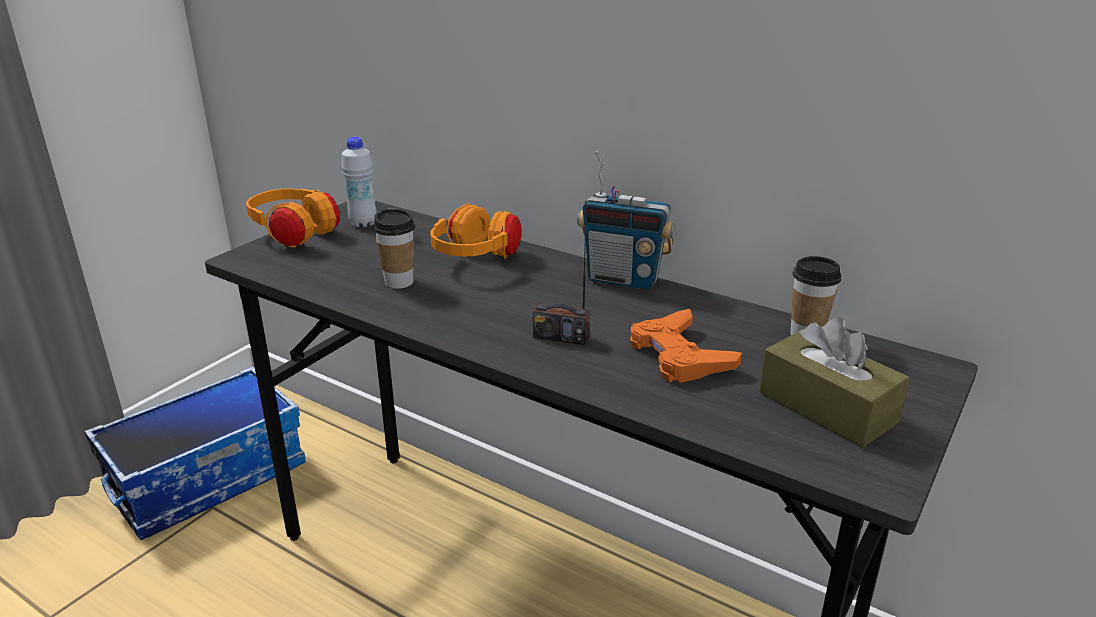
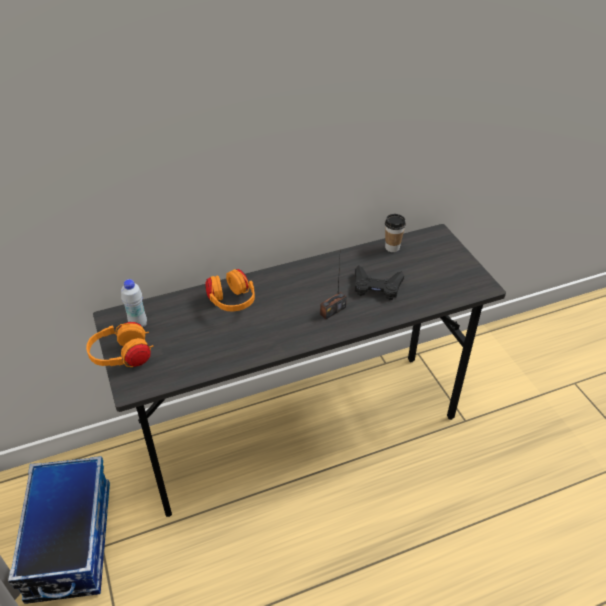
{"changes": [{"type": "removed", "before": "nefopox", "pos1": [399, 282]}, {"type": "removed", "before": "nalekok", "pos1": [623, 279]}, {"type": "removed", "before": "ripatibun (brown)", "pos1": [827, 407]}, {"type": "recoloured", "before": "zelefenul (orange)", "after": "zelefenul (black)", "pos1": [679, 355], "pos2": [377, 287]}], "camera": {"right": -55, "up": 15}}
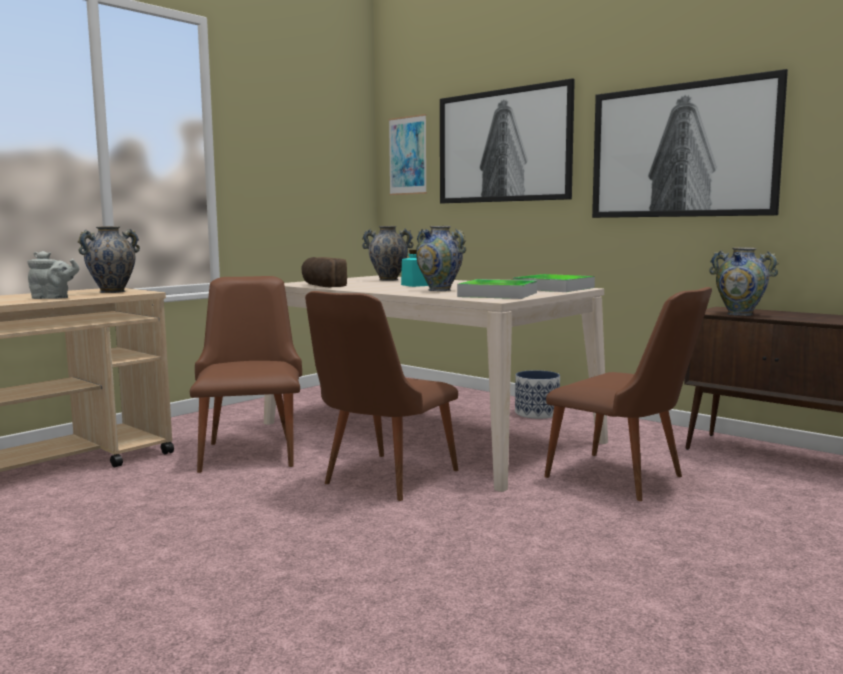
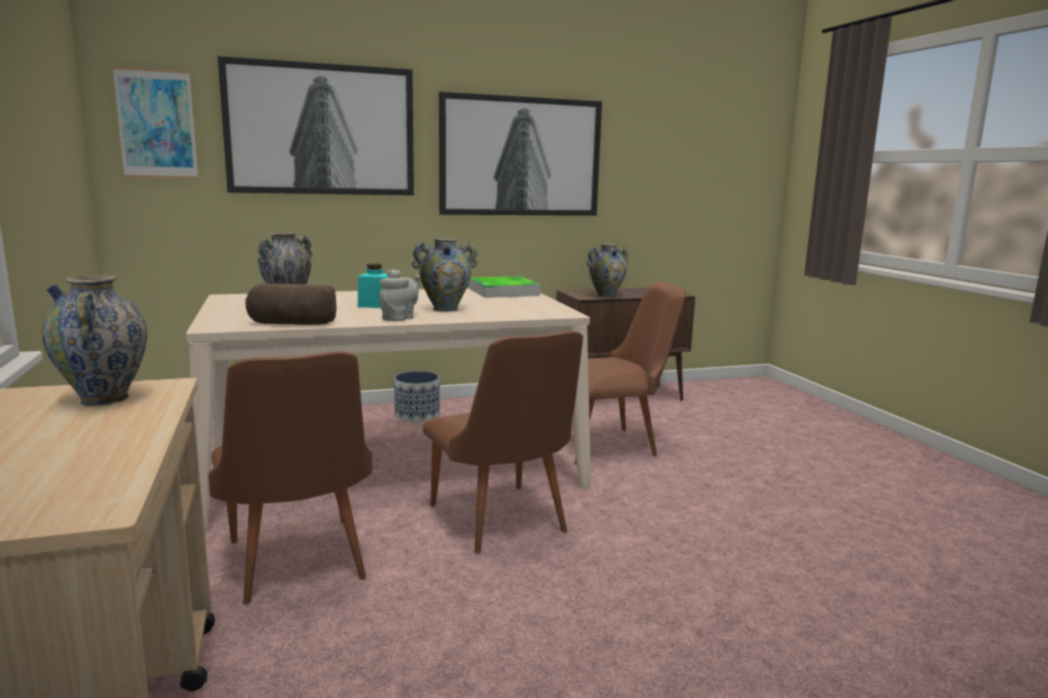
{"changes": [{"type": "removed", "before": "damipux", "pos1": [498, 294]}, {"type": "moved", "before": "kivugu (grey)", "pos1": [53, 298], "pos2": [400, 318]}, {"type": "turned", "before": "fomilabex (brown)", "pos1": [251, 450], "pos2": [297, 568], "turn": -135}], "camera": {"right": -60, "up": 5}}
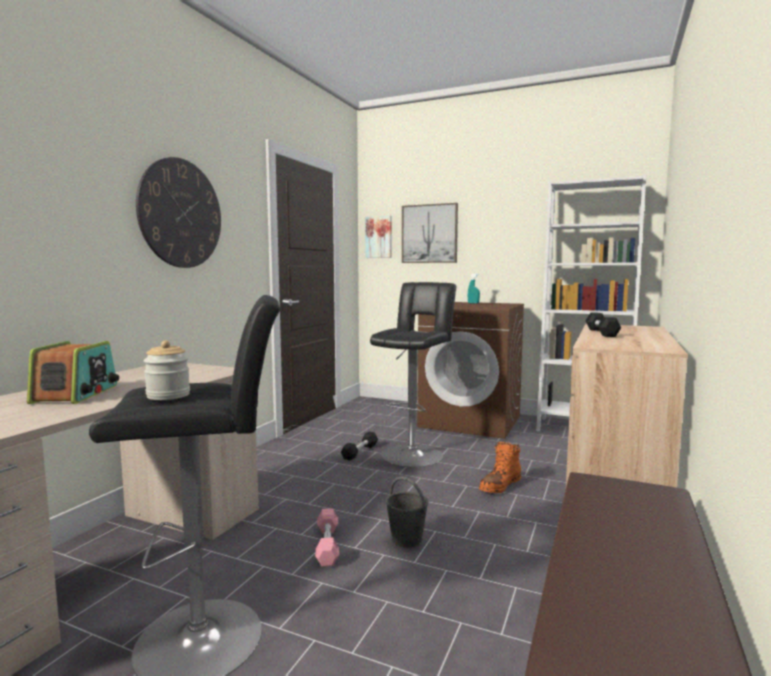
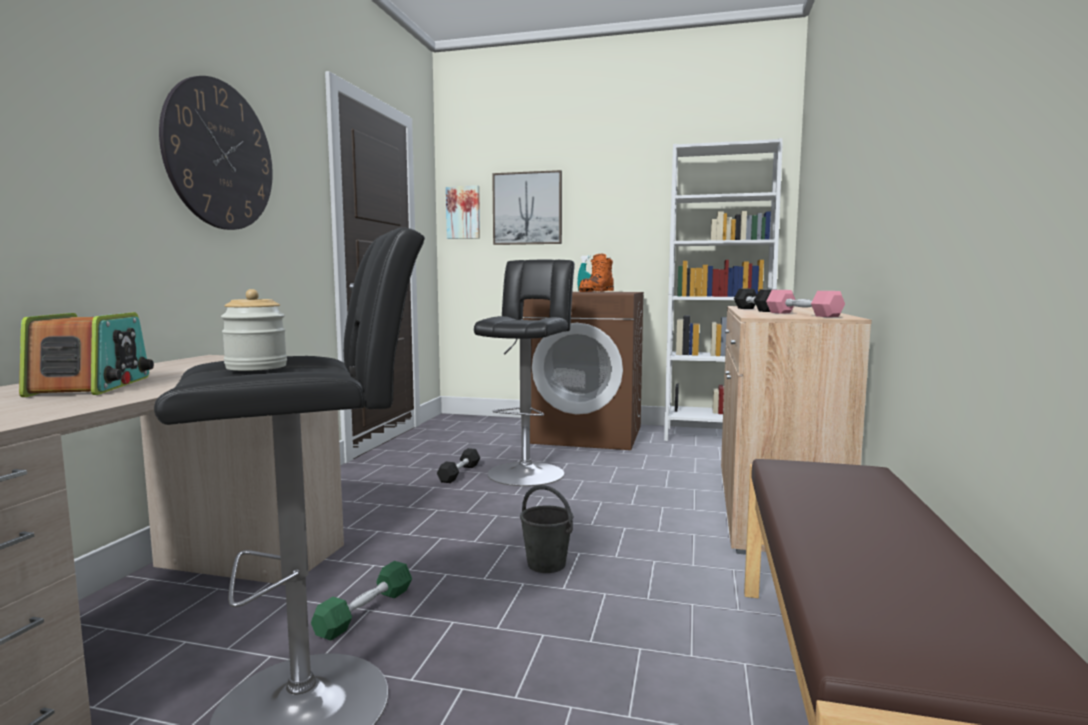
{"changes": [{"type": "added", "after": "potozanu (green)", "pos2": [365, 611]}, {"type": "moved", "before": "potozanu (pink)", "pos1": [327, 545], "pos2": [802, 314]}, {"type": "moved", "before": "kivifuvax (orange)", "pos1": [500, 486], "pos2": [596, 292]}], "camera": {"right": -10, "up": 0}}
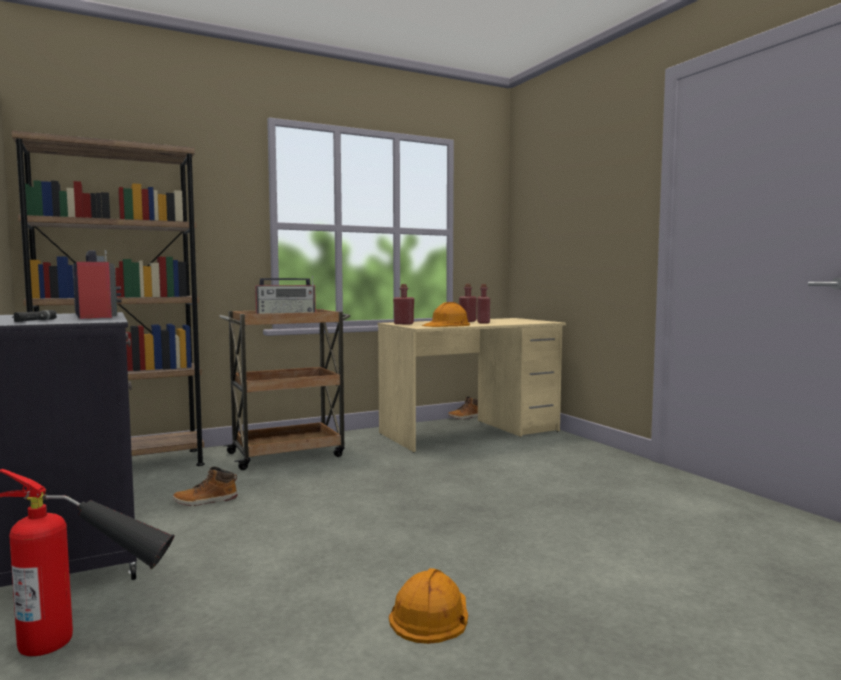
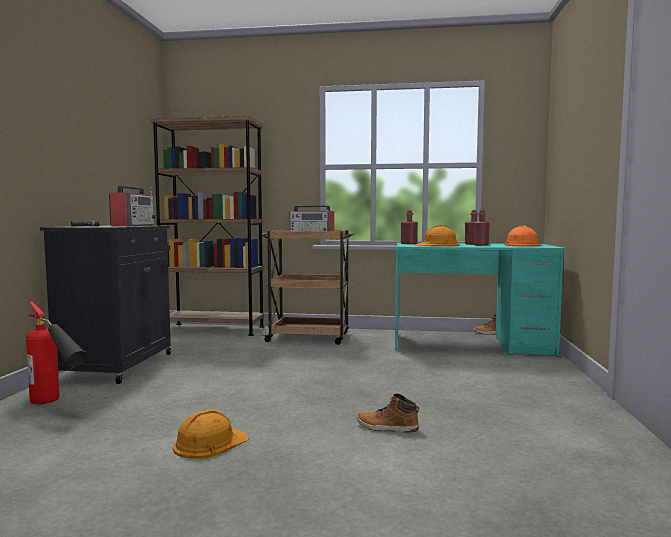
{"changes": [{"type": "added", "after": "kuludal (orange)", "pos2": [520, 245]}, {"type": "moved", "before": "kivifuvax", "pos1": [205, 501], "pos2": [387, 427]}, {"type": "recoloured", "before": "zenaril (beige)", "after": "zenaril (turquoise)", "pos1": [470, 432], "pos2": [470, 344]}], "camera": {"right": 35, "up": 0}}
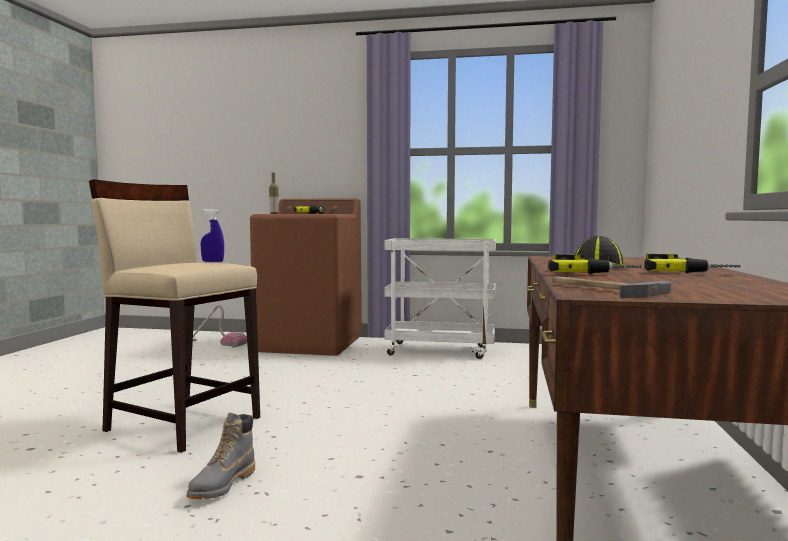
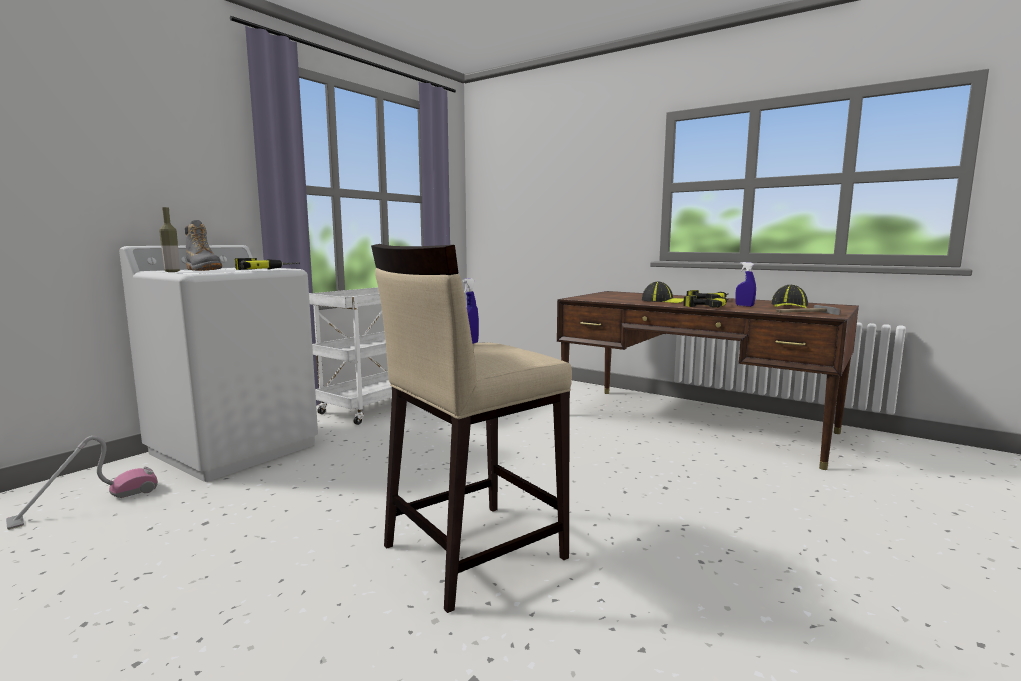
{"changes": [{"type": "added", "after": "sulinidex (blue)", "pos2": [744, 306]}, {"type": "added", "after": "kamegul", "pos2": [789, 306]}, {"type": "moved", "before": "kivifuvax (grey)", "pos1": [222, 485], "pos2": [203, 270]}, {"type": "recoloured", "before": "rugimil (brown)", "after": "rugimil (white)", "pos1": [310, 344], "pos2": [235, 448]}], "camera": {"right": -65, "up": 5}}
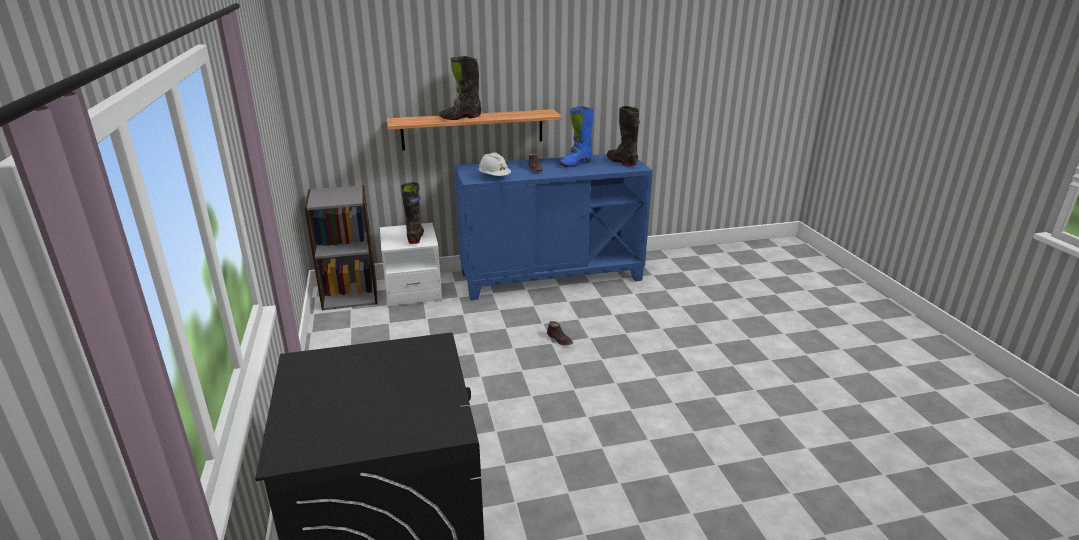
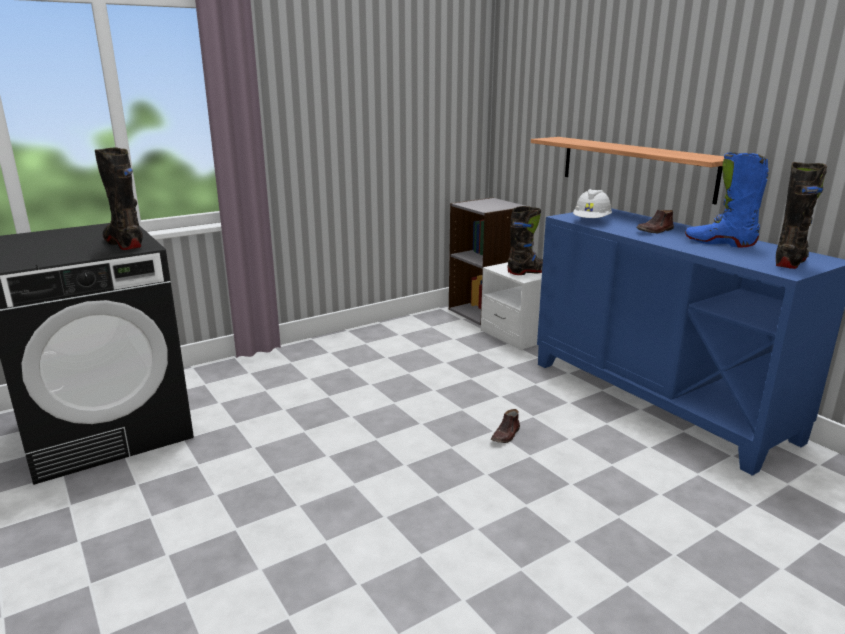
{"changes": [{"type": "moved", "before": "kivifuvax (black)", "pos1": [460, 118], "pos2": [124, 244]}], "camera": {"right": 70, "up": -5}}
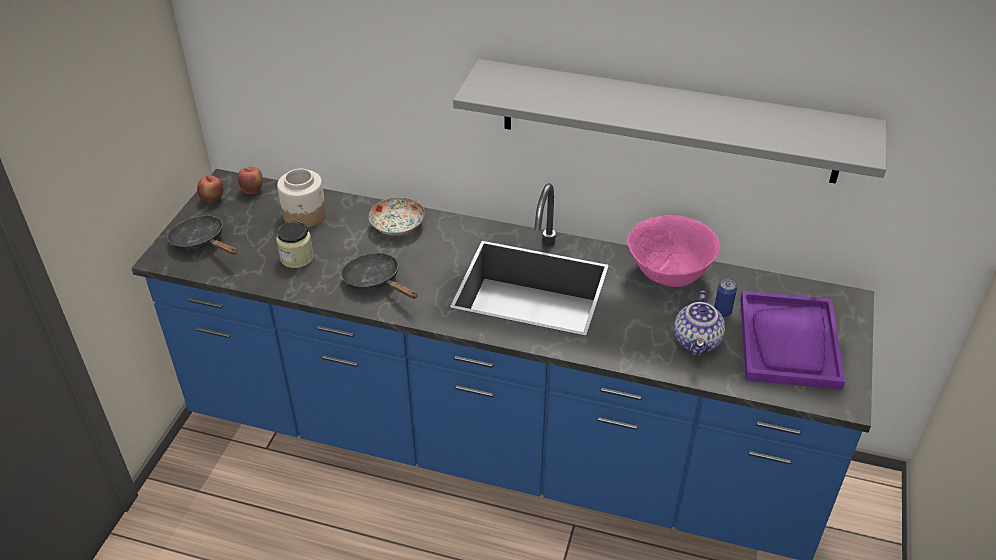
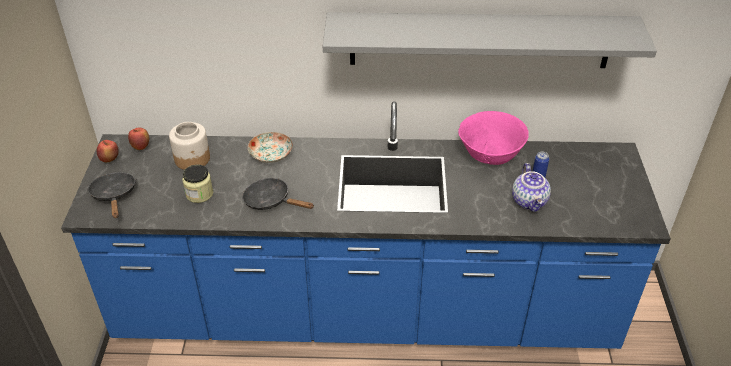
{"changes": [{"type": "removed", "before": "damipux (purple)", "pos1": [789, 342]}, {"type": "turned", "before": "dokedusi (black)", "pos1": [202, 242], "pos2": [114, 195], "turn": 45}], "camera": {"right": -15, "up": 0}}
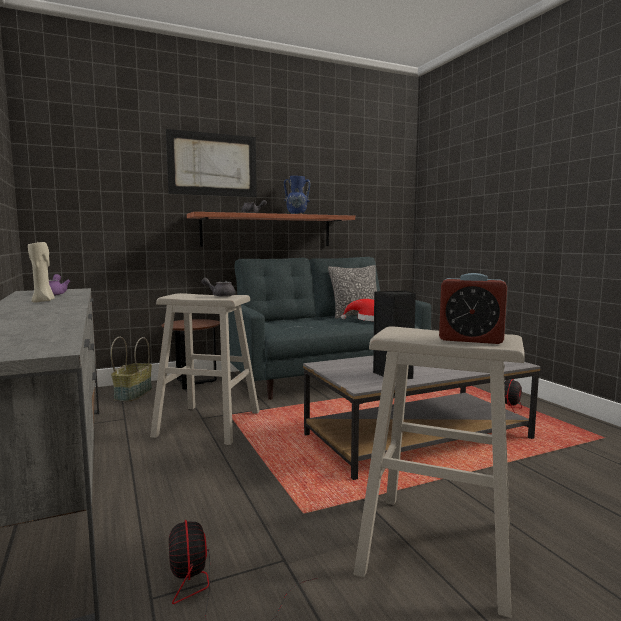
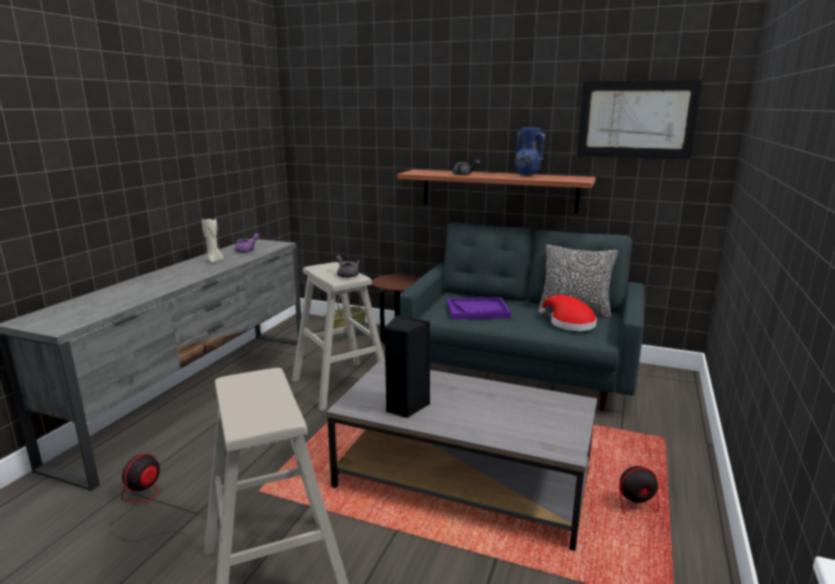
{"changes": [{"type": "removed", "before": "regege", "pos1": [470, 339]}, {"type": "added", "after": "damipux (purple)", "pos2": [477, 310]}, {"type": "moved", "before": "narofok", "pos1": [213, 164], "pos2": [636, 119]}], "camera": {"right": 45, "up": 10}}
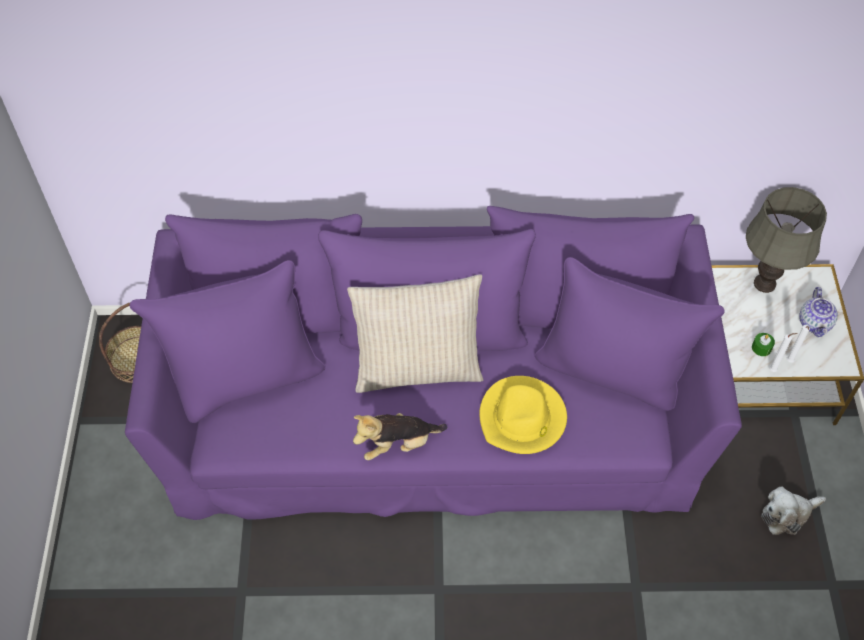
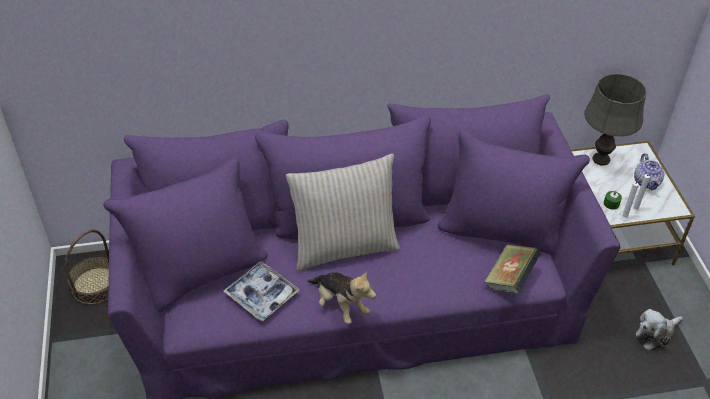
{"changes": [{"type": "removed", "before": "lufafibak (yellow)", "pos1": [522, 418]}, {"type": "added", "after": "damipux", "pos2": [261, 295]}, {"type": "added", "after": "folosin", "pos2": [509, 279]}, {"type": "turned", "before": "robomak", "pos1": [398, 444], "pos2": [340, 305], "turn": -105}], "camera": {"right": -10, "up": -10}}
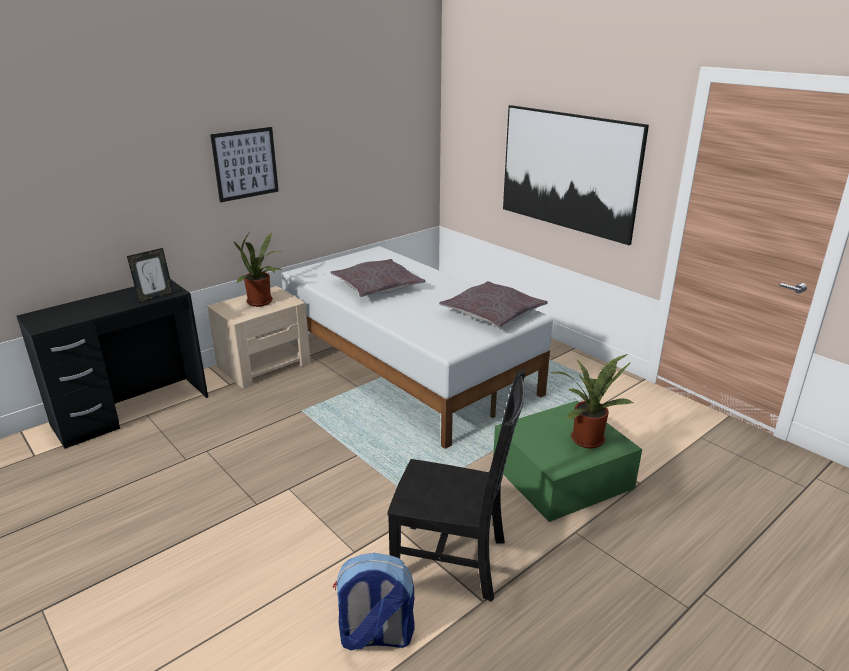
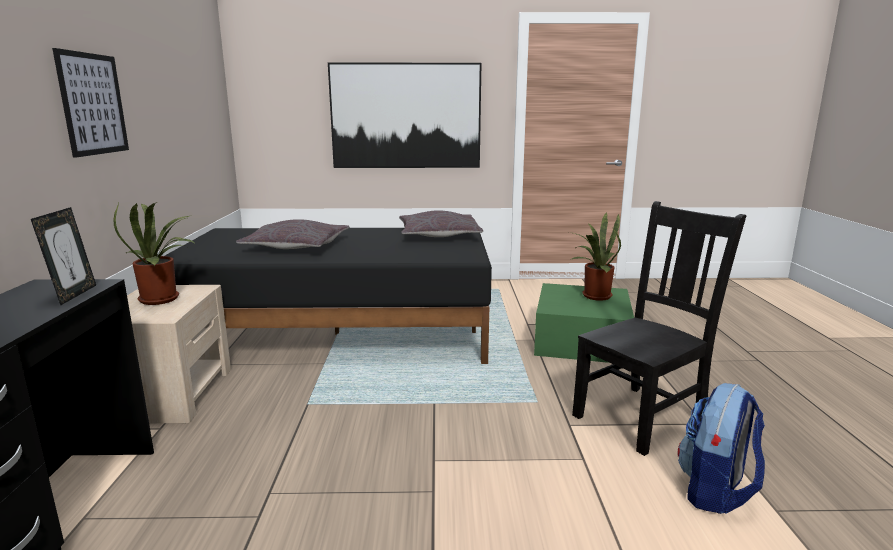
{"changes": [{"type": "recoloured", "before": "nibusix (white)", "after": "nibusix (black)", "pos1": [407, 366], "pos2": [338, 333]}], "camera": {"right": -50, "up": -10}}
